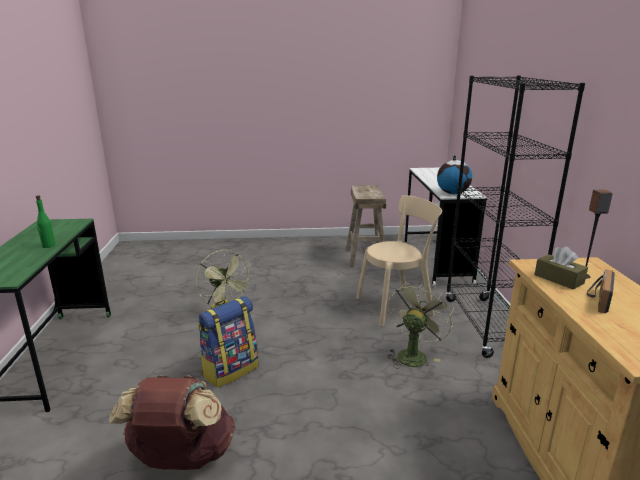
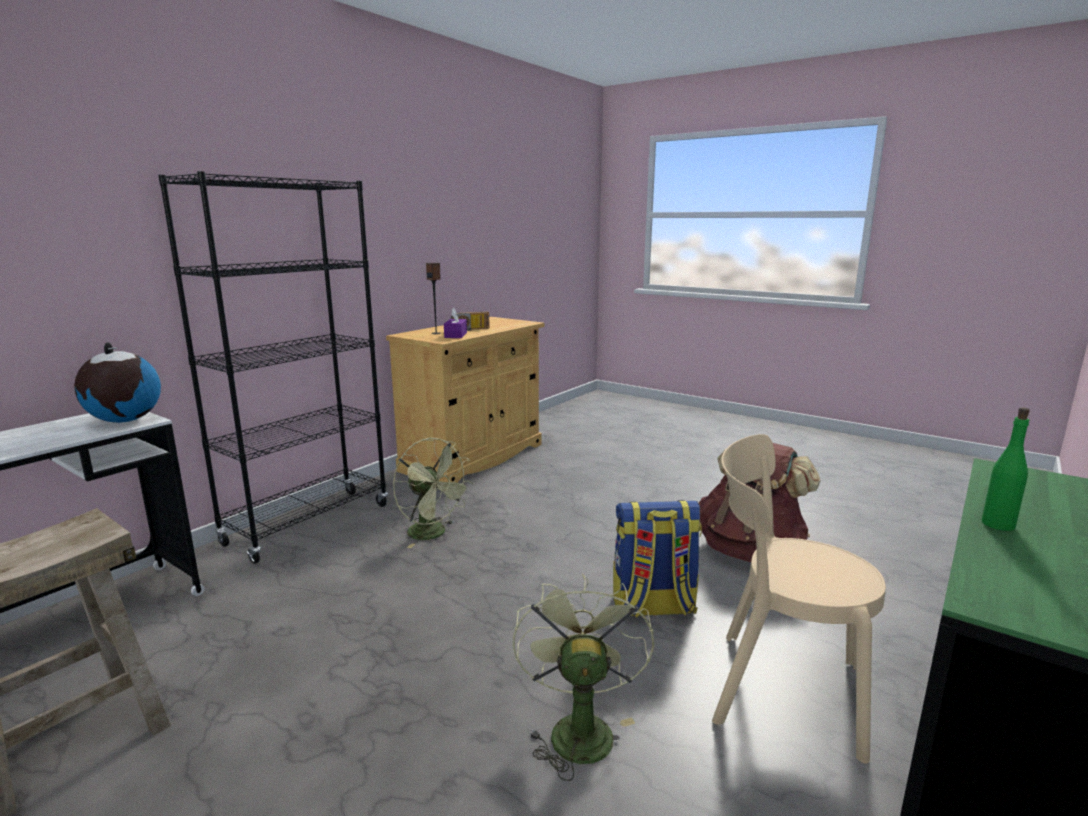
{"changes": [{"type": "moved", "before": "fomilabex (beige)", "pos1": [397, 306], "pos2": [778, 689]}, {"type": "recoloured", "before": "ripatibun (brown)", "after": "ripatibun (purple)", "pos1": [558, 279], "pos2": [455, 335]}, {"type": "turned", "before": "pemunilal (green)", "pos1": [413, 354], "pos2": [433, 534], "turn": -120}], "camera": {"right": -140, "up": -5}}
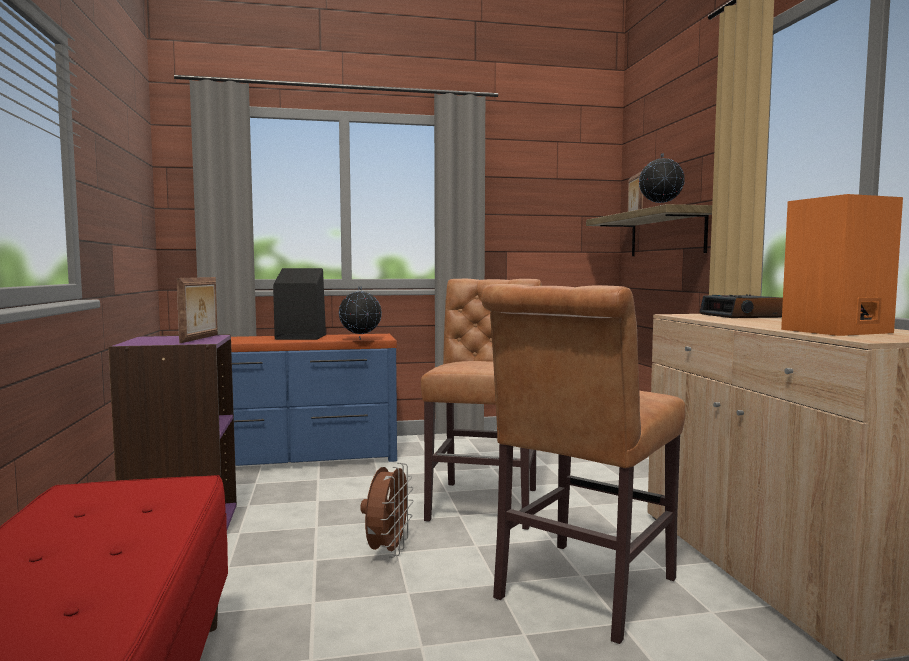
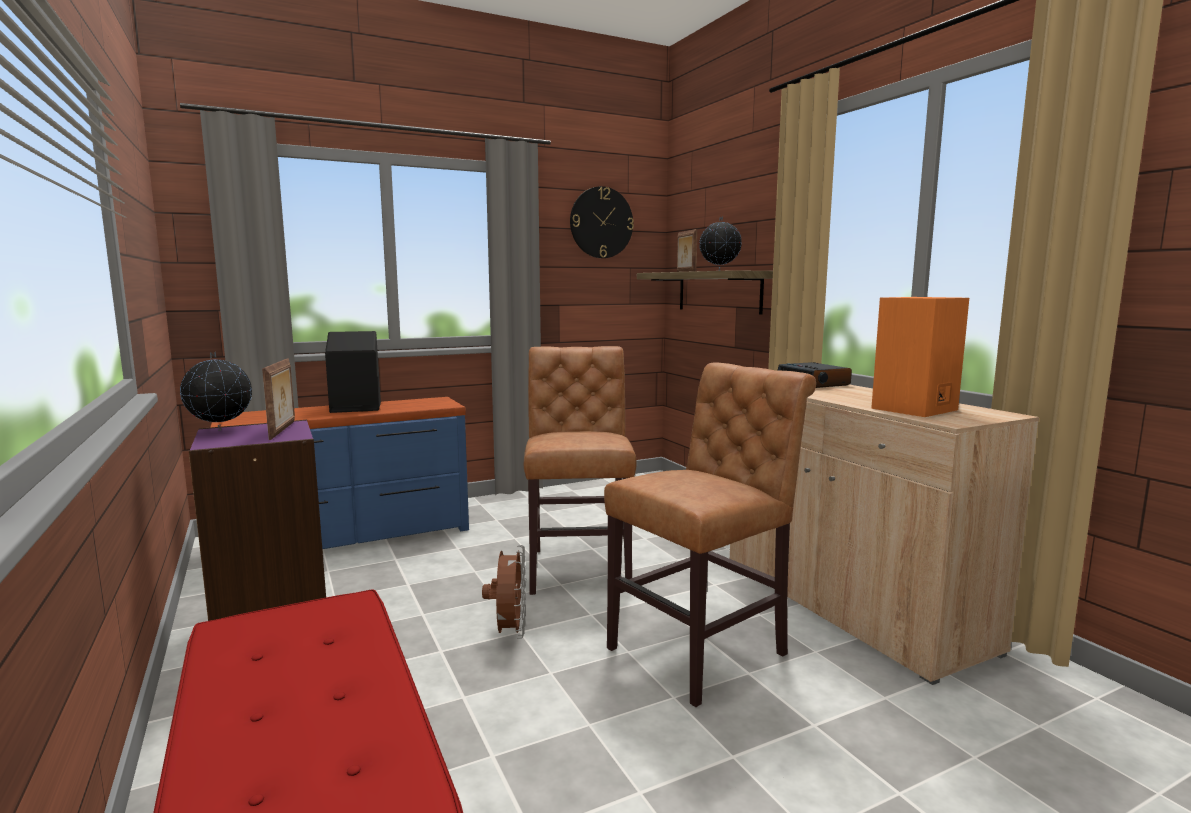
{"changes": [{"type": "added", "after": "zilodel", "pos2": [601, 222]}, {"type": "moved", "before": "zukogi", "pos1": [360, 340], "pos2": [221, 430]}, {"type": "turned", "before": "fomilabex (brown)", "pos1": [581, 592], "pos2": [704, 649], "turn": -150}], "camera": {"right": -15, "up": 5}}
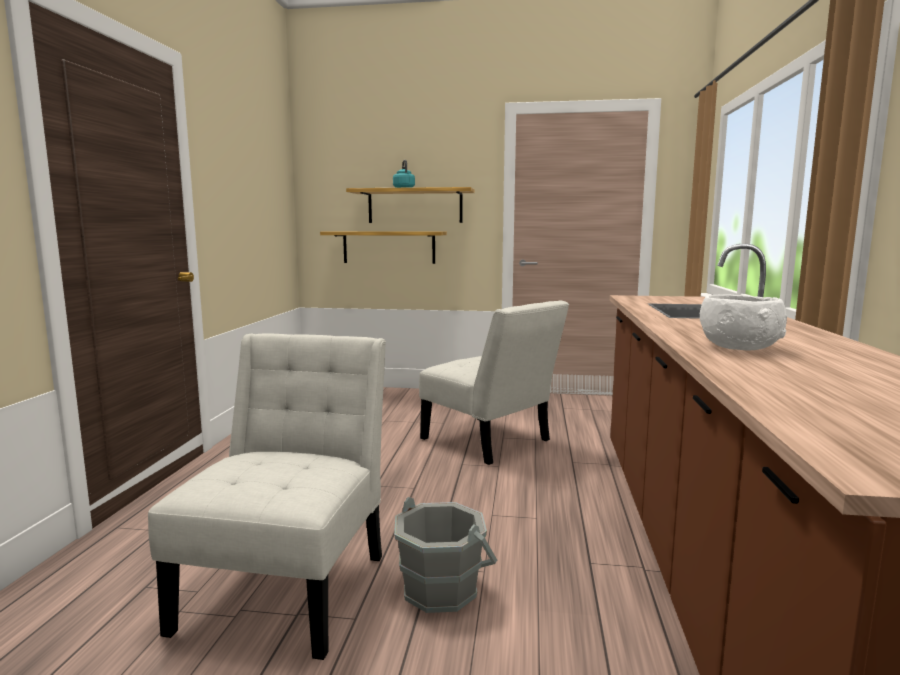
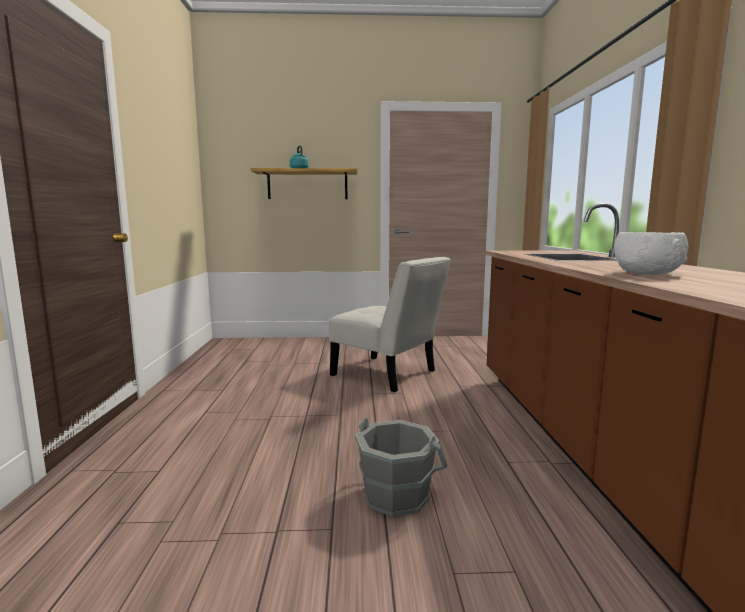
{"changes": [{"type": "removed", "before": "fomilabex (white)", "pos1": [290, 585]}, {"type": "removed", "before": "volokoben", "pos1": [389, 247]}], "camera": {"right": -10, "up": 0}}
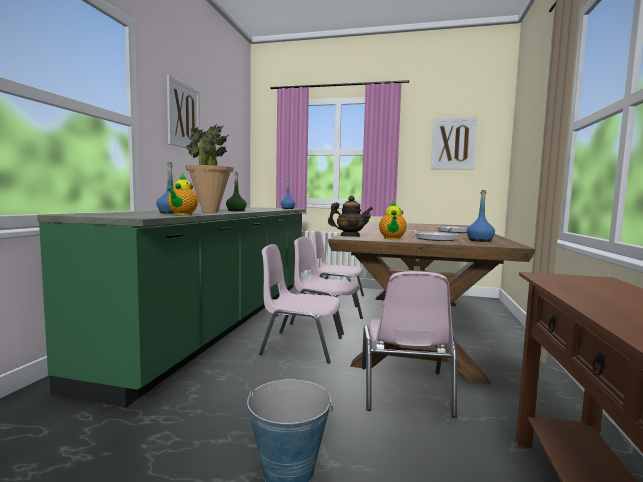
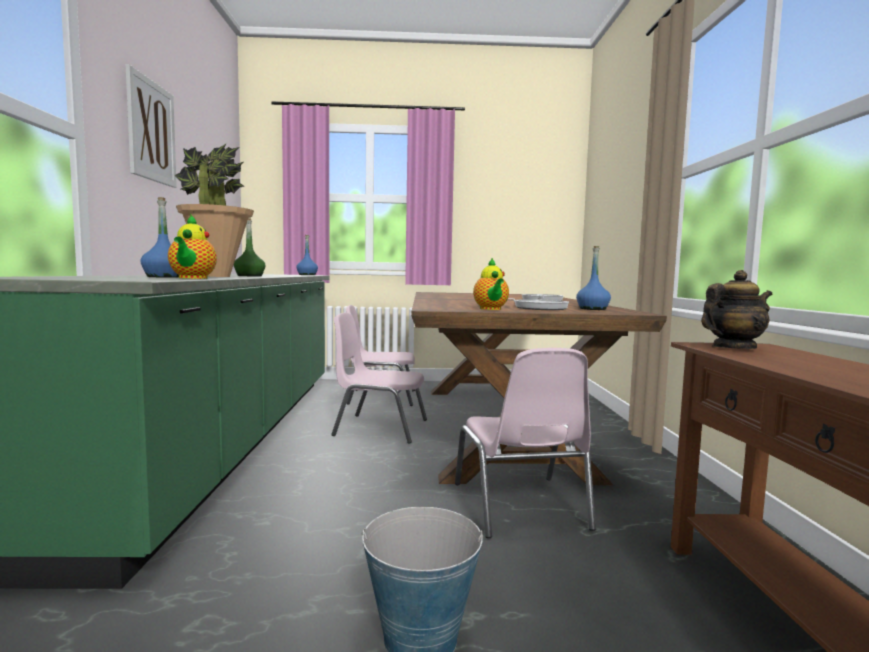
{"changes": [{"type": "removed", "before": "fomilabex (pink)", "pos1": [301, 346]}, {"type": "removed", "before": "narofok", "pos1": [453, 143]}, {"type": "moved", "before": "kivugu", "pos1": [349, 236], "pos2": [733, 348]}], "camera": {"right": -15, "up": 0}}
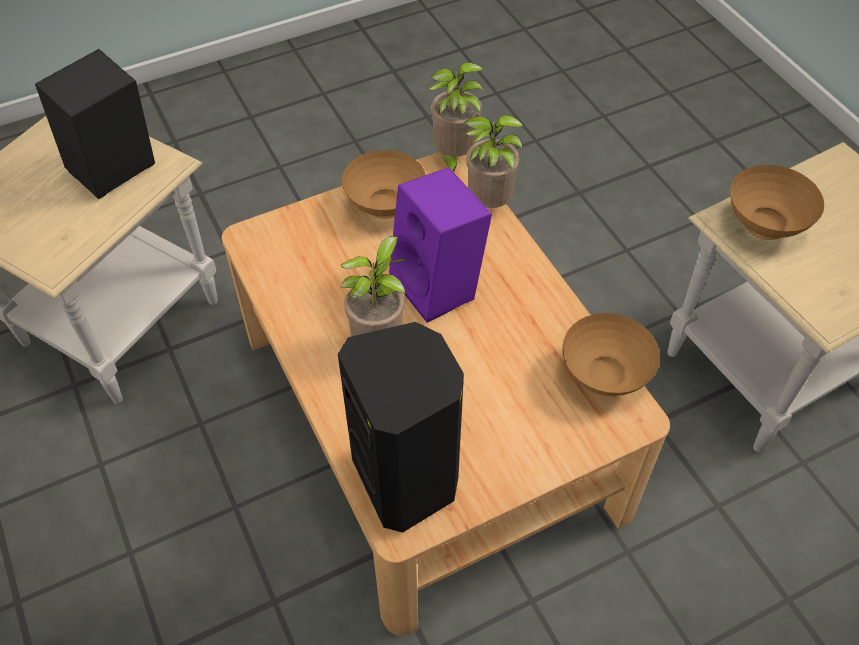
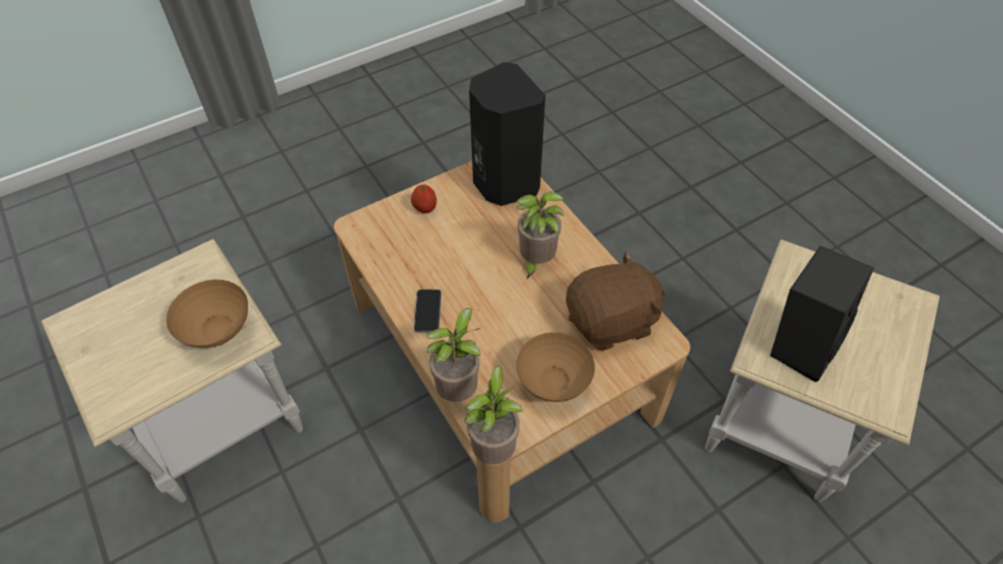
{"changes": [{"type": "removed", "before": "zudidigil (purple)", "pos1": [440, 287]}, {"type": "removed", "before": "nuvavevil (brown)", "pos1": [604, 378]}, {"type": "added", "after": "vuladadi", "pos2": [425, 209]}, {"type": "added", "after": "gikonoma", "pos2": [428, 312]}, {"type": "added", "after": "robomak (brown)", "pos2": [611, 322]}], "camera": {"right": 175, "up": 0}}
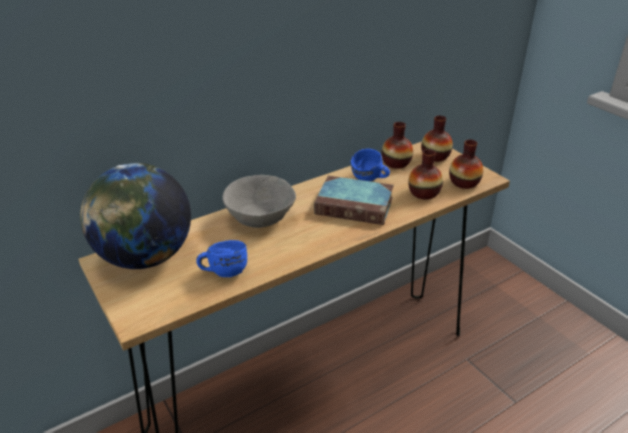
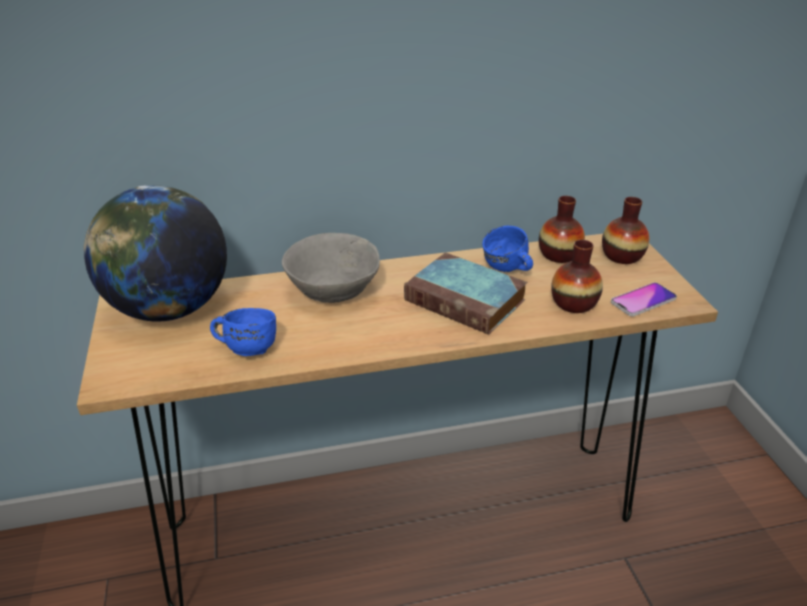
{"changes": [{"type": "replaced", "before": "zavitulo", "after": "gikonoma", "pos1": [464, 182], "pos2": [643, 300]}], "camera": {"right": 20, "up": 0}}
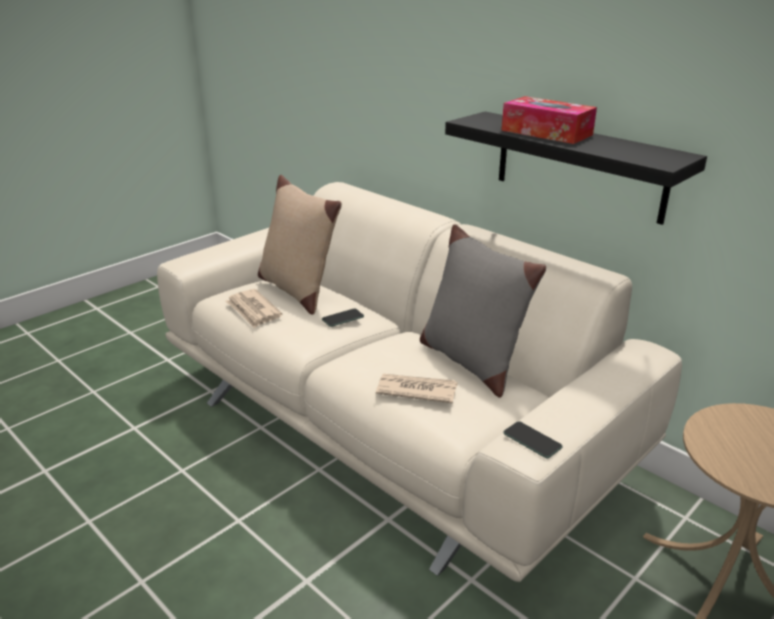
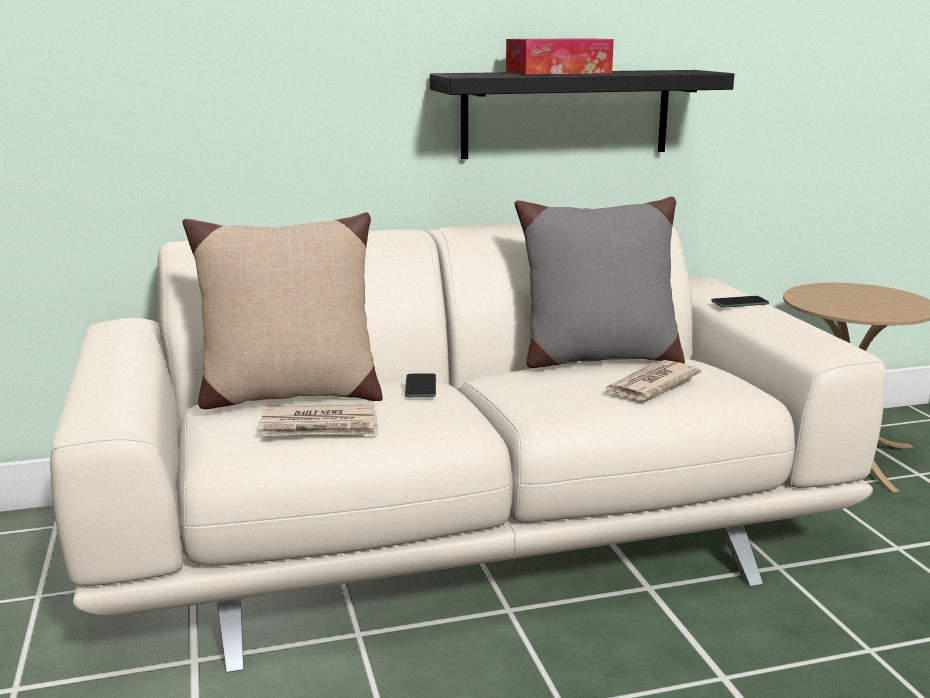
{"changes": [{"type": "moved", "before": "gikonoma", "pos1": [532, 440], "pos2": [740, 303]}], "camera": {"right": -60, "up": -10}}
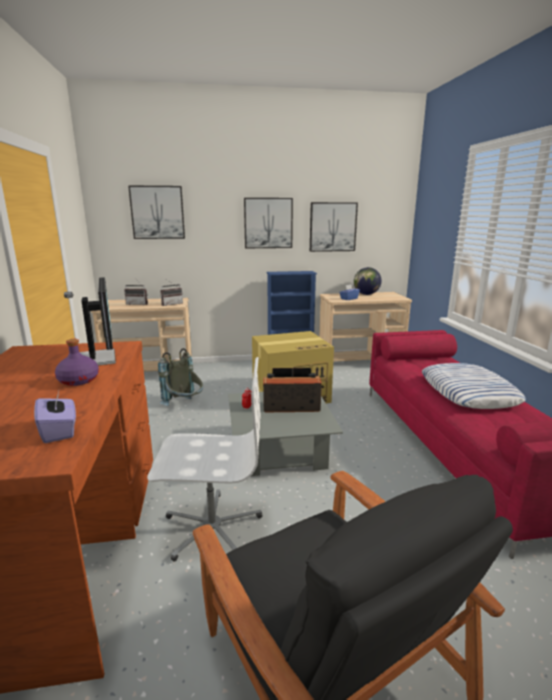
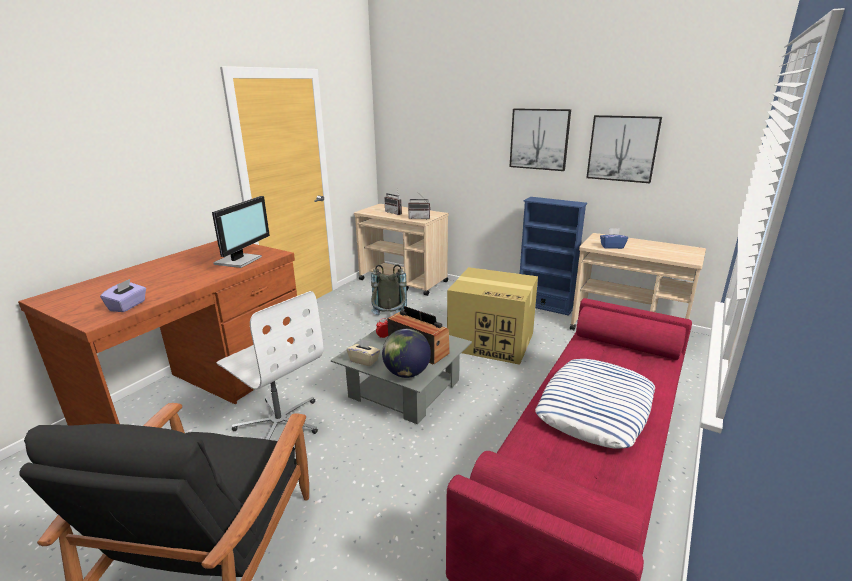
{"changes": [{"type": "removed", "before": "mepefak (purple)", "pos1": [79, 380]}, {"type": "removed", "before": "narofok", "pos1": [157, 212]}, {"type": "added", "after": "ripatibun (beige)", "pos2": [364, 360]}, {"type": "moved", "before": "zukogi", "pos1": [366, 294], "pos2": [406, 373]}], "camera": {"right": 40, "up": 5}}
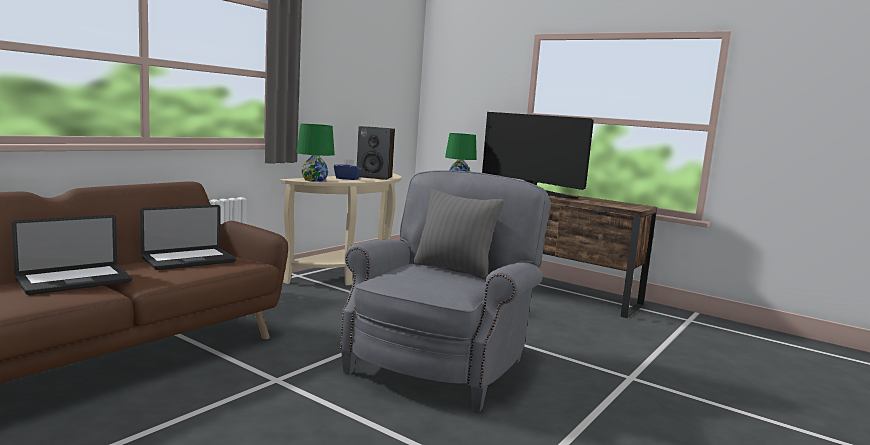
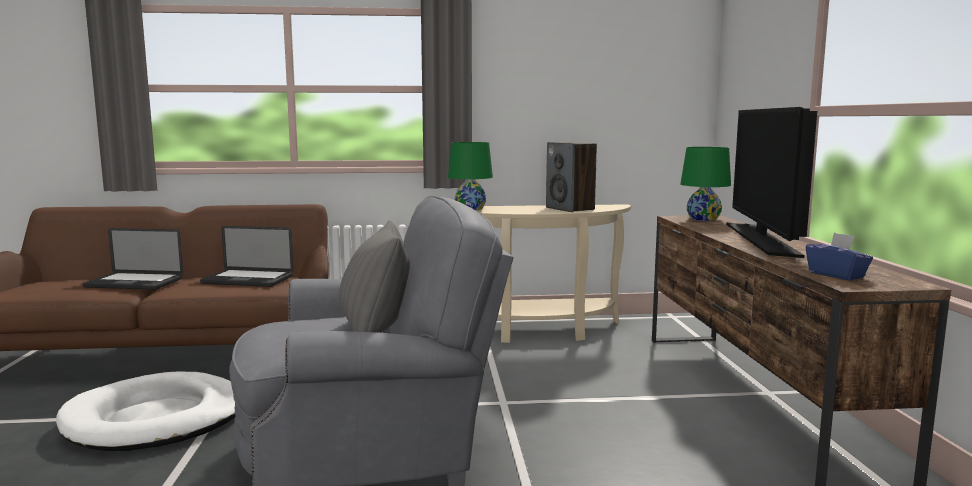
{"changes": [{"type": "added", "after": "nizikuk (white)", "pos2": [156, 419]}, {"type": "moved", "before": "ripatibun (blue)", "pos1": [347, 178], "pos2": [836, 275]}], "camera": {"right": 50, "up": 0}}
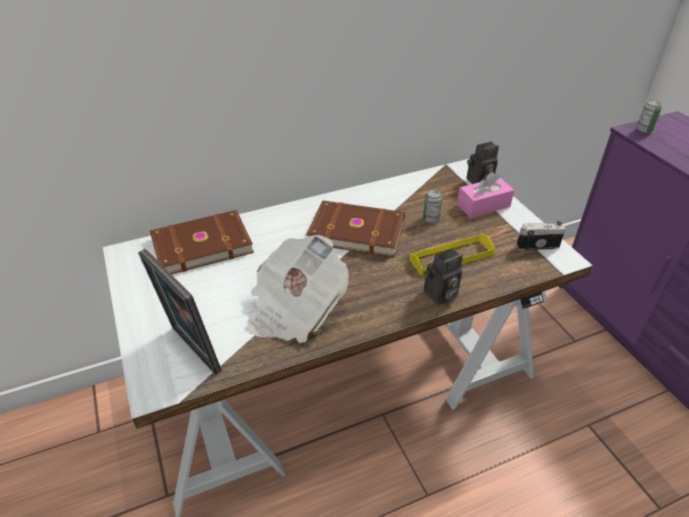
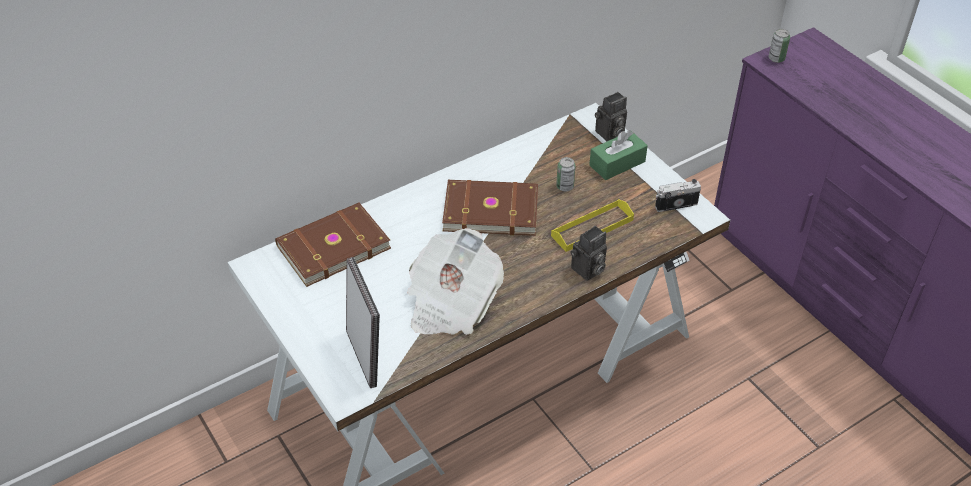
{"changes": [{"type": "recoloured", "before": "ripatibun (pink)", "after": "ripatibun (green)", "pos1": [483, 205], "pos2": [617, 163]}, {"type": "turned", "before": "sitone", "pos1": [191, 351], "pos2": [366, 357], "turn": -150}], "camera": {"right": -10, "up": 5}}
